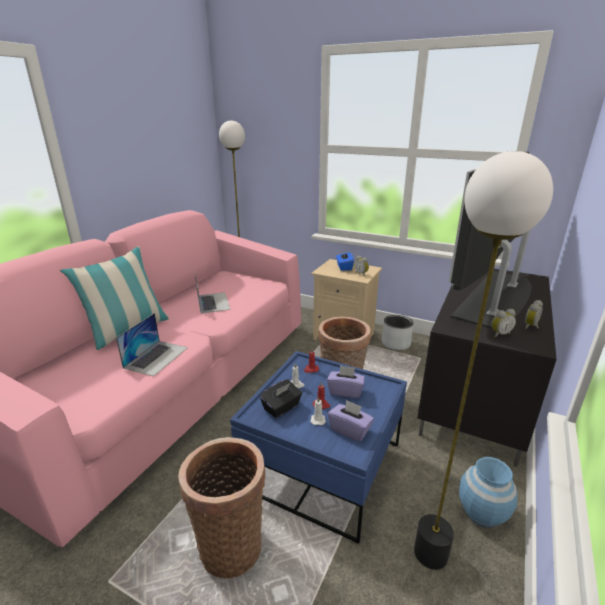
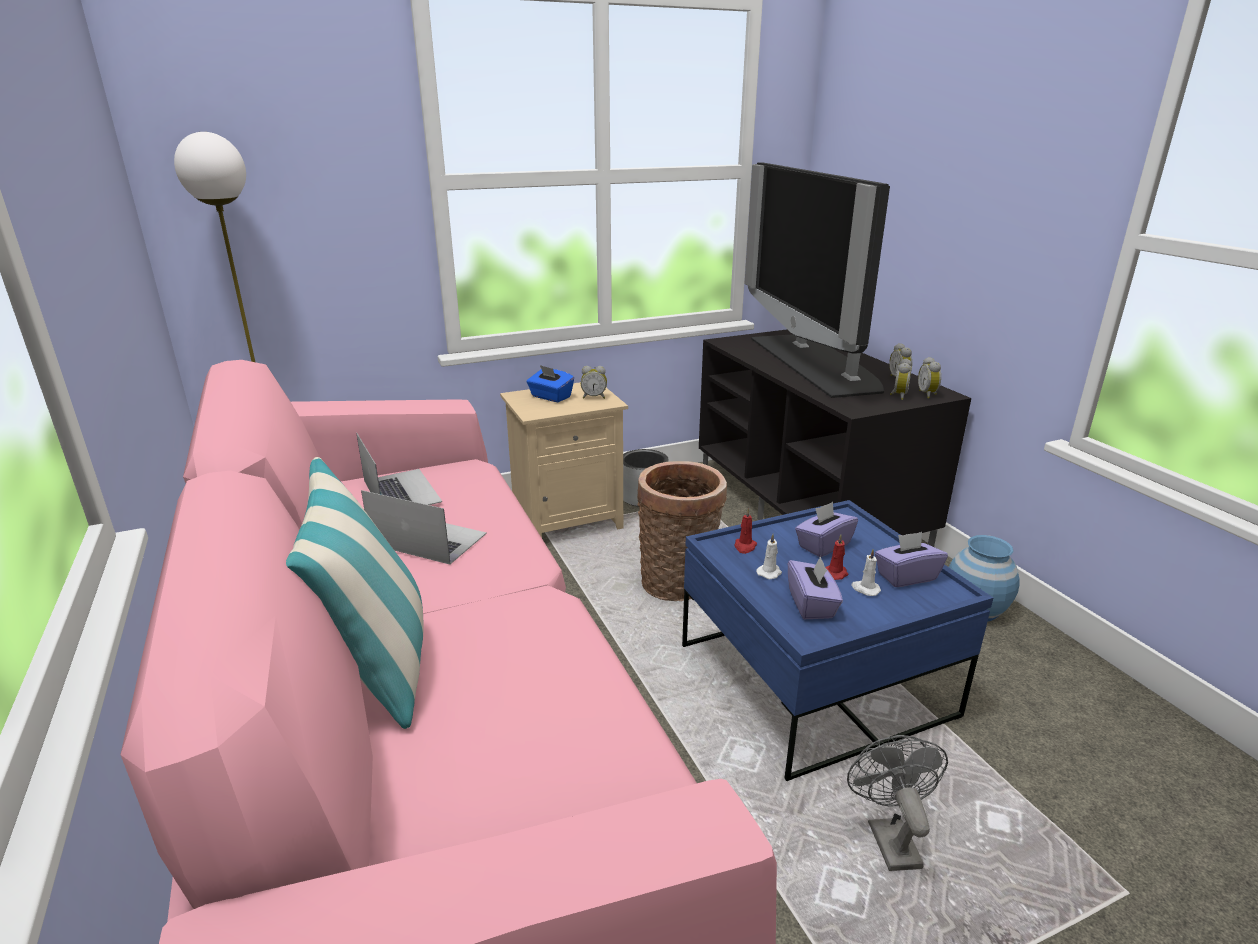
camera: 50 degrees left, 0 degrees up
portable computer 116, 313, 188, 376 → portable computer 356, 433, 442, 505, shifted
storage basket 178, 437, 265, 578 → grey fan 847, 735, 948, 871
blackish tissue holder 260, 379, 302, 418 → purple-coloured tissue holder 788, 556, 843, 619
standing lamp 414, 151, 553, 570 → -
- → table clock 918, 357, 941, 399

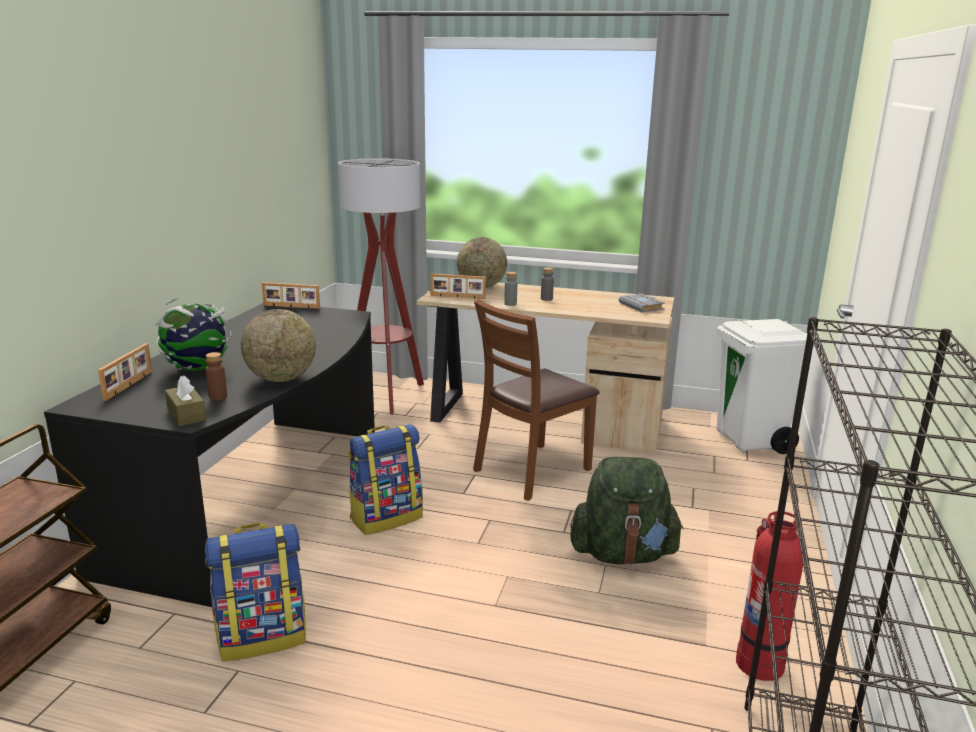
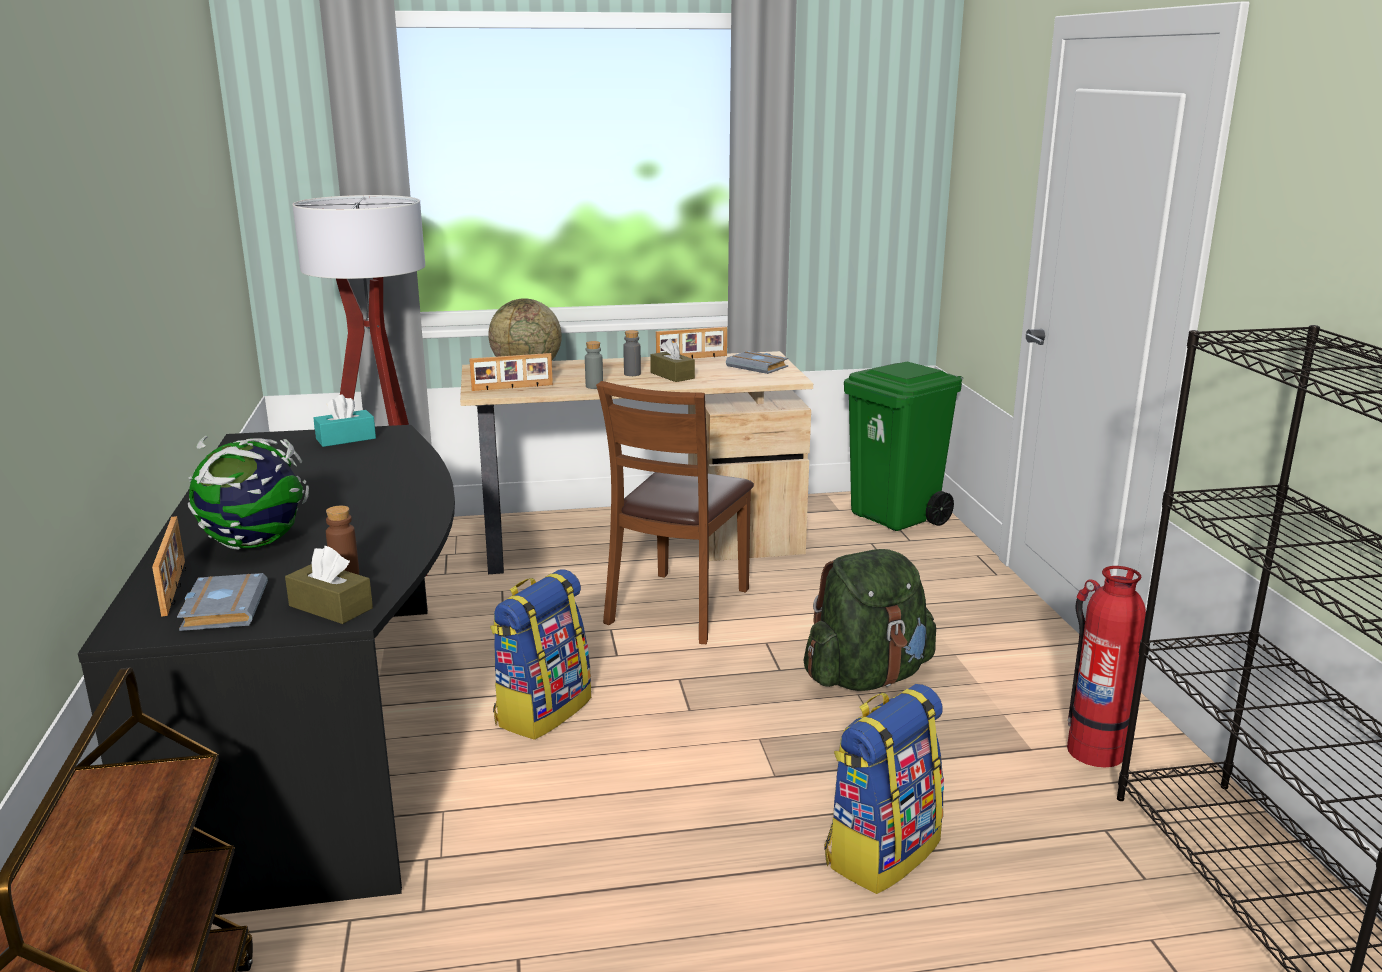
camera: 25 degrees left, 0 degrees up
backpack 205, 523, 306, 662 → backpack 824, 684, 944, 894, shifted
globe 241, 309, 316, 382 → -
picture frame 262, 282, 320, 309 → picture frame 656, 327, 727, 359, shifted
whitish waste bin 717, 319, 816, 454 → green waste bin 844, 362, 963, 531
- → grey bound book 177, 573, 268, 631
- → blue-green tissue holder 314, 395, 376, 447
- → brown-coloured tissue holder 650, 338, 695, 382

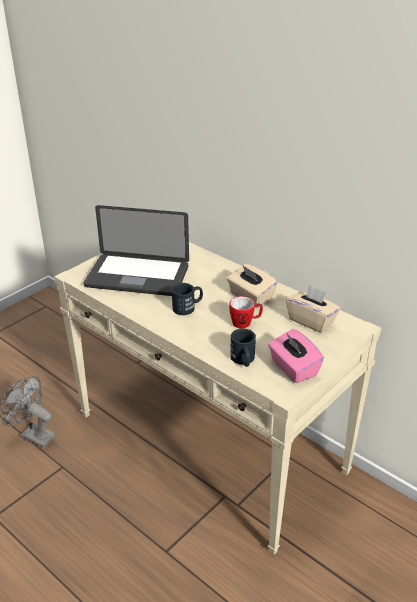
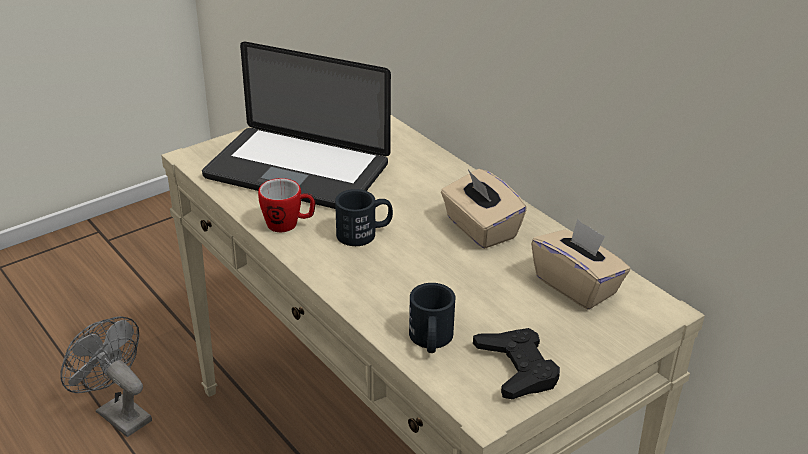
camera: 10 degrees right, 0 degrees up
tea mug 229, 296, 263, 329 → tea mug 258, 178, 315, 232, shifted
pinkish tissue holder 268, 329, 324, 383 → blackish gamepad 473, 328, 560, 399

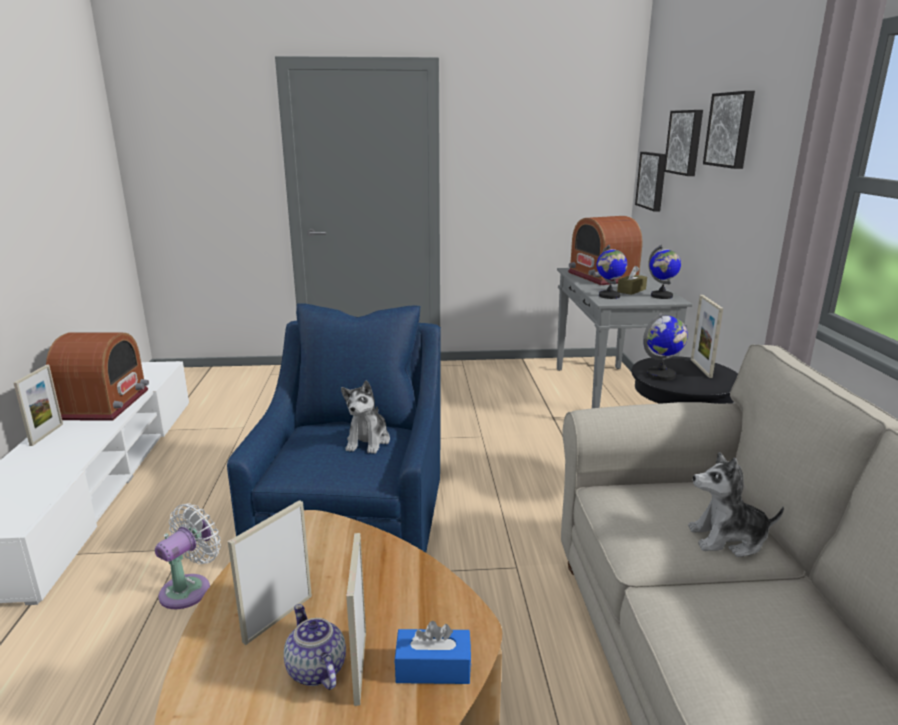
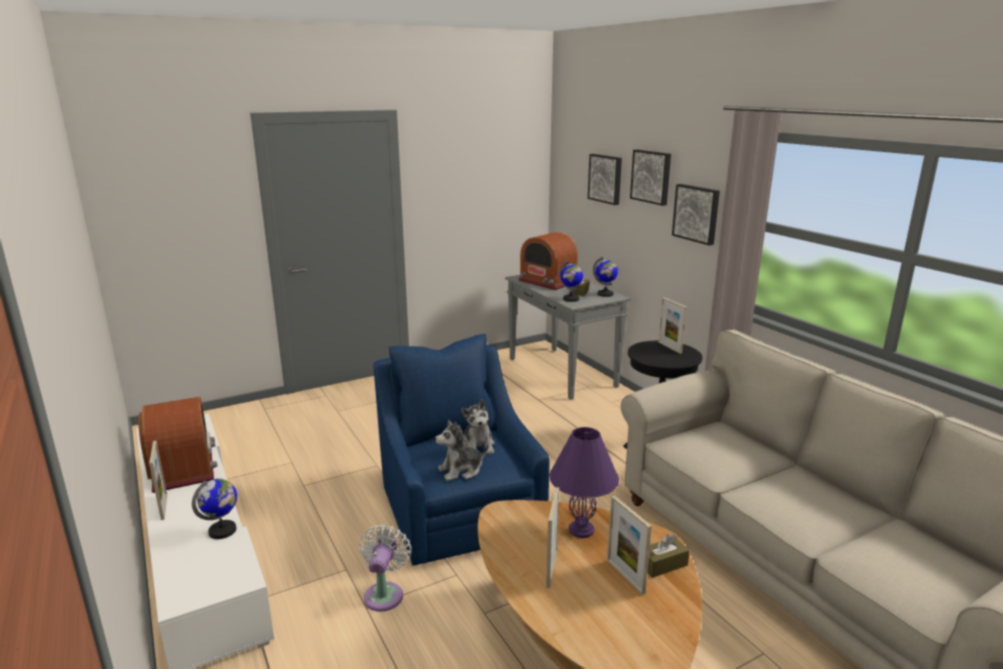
camera: 25 degrees left, 0 degrees up
teapot 284, 604, 346, 690 → -
bluish tissue holder 394, 621, 471, 684 → brown-coloured tissue holder 647, 534, 690, 578
wall picture 635, 152, 666, 211 → wall picture 672, 184, 720, 245, shifted
globe 643, 312, 688, 381 → globe 192, 479, 237, 539, shifted
plush toy 688, 452, 784, 557 → plush toy 435, 420, 488, 481, shifted
- → purple-coloured lamp for a table 549, 427, 619, 538

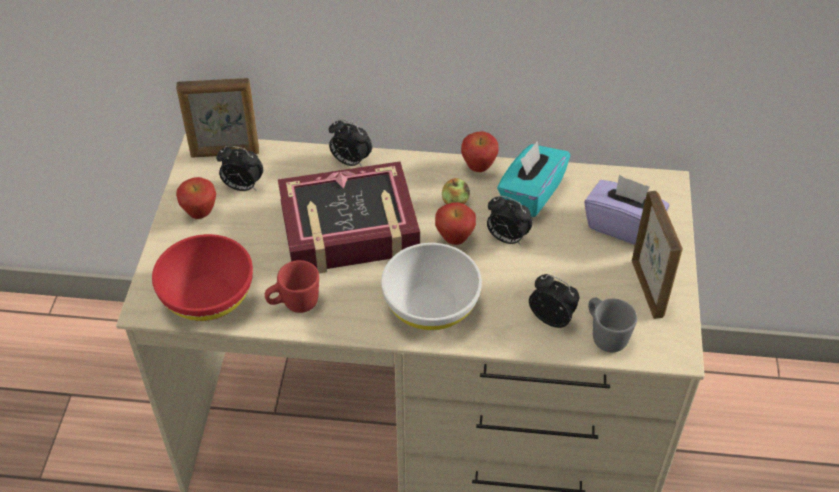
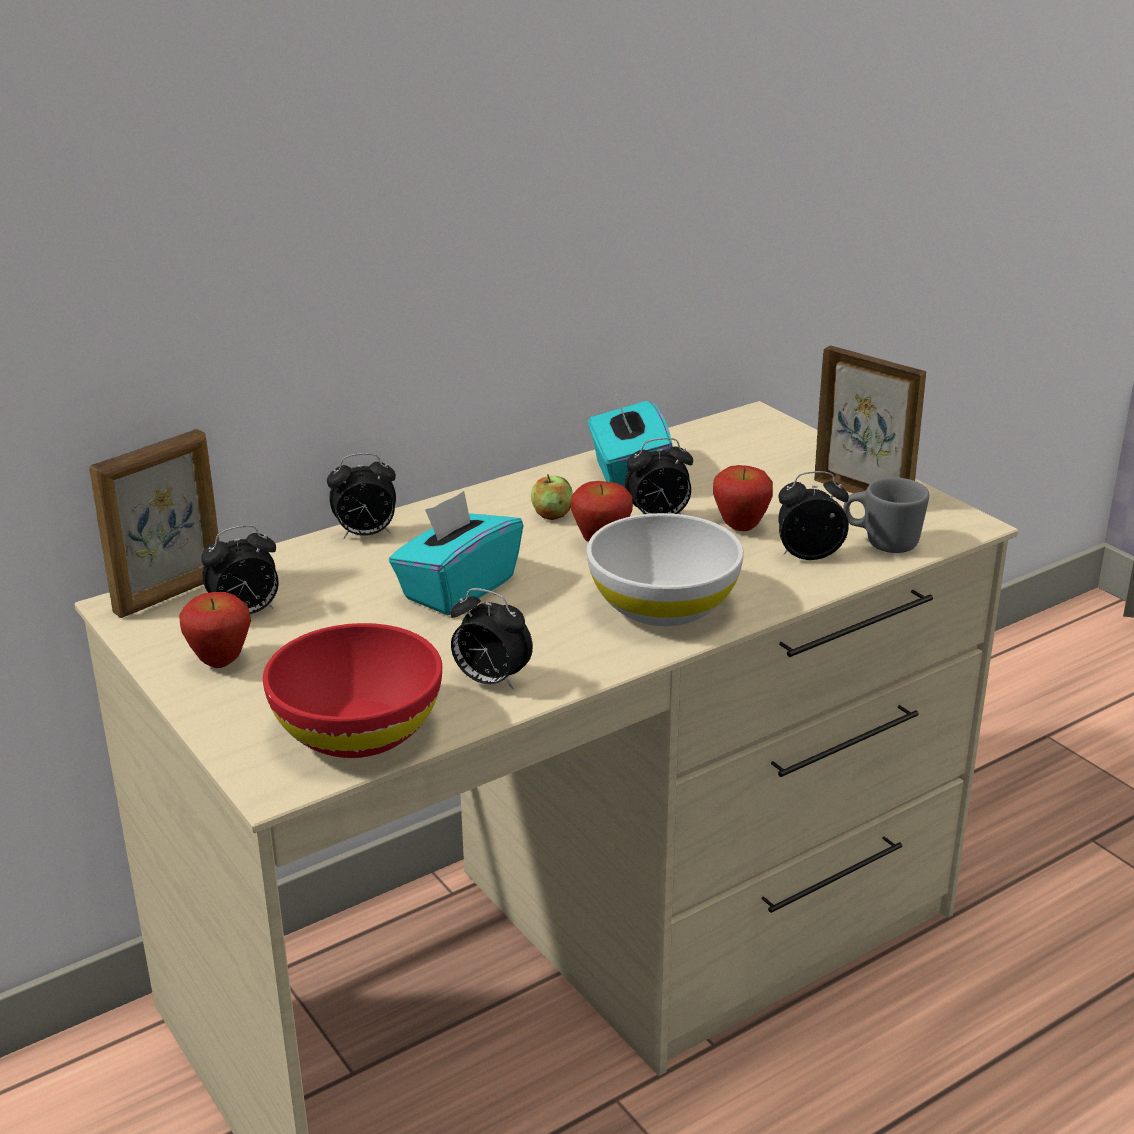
camera: 40 degrees left, 20 degrees down
red tea mug 265, 260, 319, 313 → table clock 450, 588, 533, 690
bound book 278, 161, 420, 274 → blue-green tissue holder 389, 491, 524, 616
apple 461, 131, 499, 172 → apple 713, 465, 773, 531, shifted
purple-coloured tissue holder 584, 175, 669, 245 → -

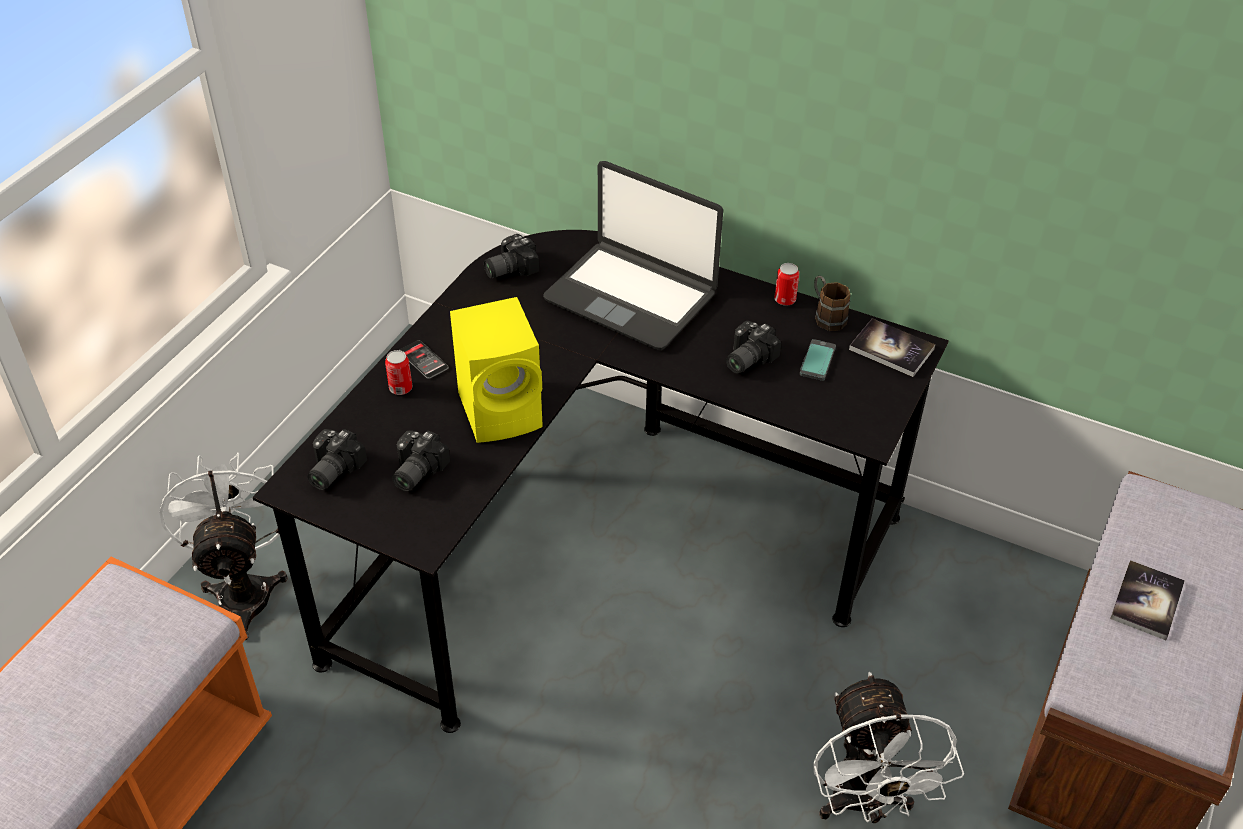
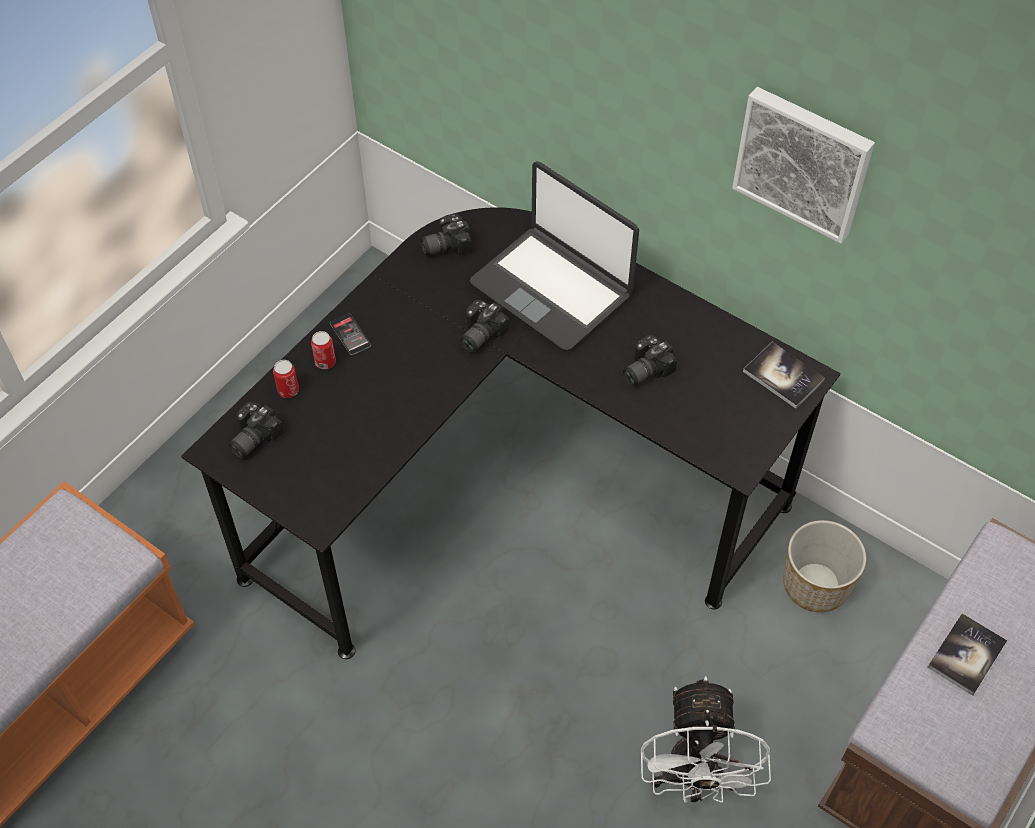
camera: 10 degrees right, 10 degrees up
whitish fan 159, 452, 288, 640 → -
photo camera 392, 431, 450, 492 → photo camera 460, 300, 509, 352, shifted
yellow audio speaker 450, 297, 543, 443 → -
can 774, 263, 799, 306 → can 273, 360, 299, 398, shifted
telephone 800, 339, 836, 381 → -
brown-coloured tea mug 814, 275, 850, 331 → -
- → wall picture 732, 87, 875, 243
- → flower pot 783, 520, 866, 612

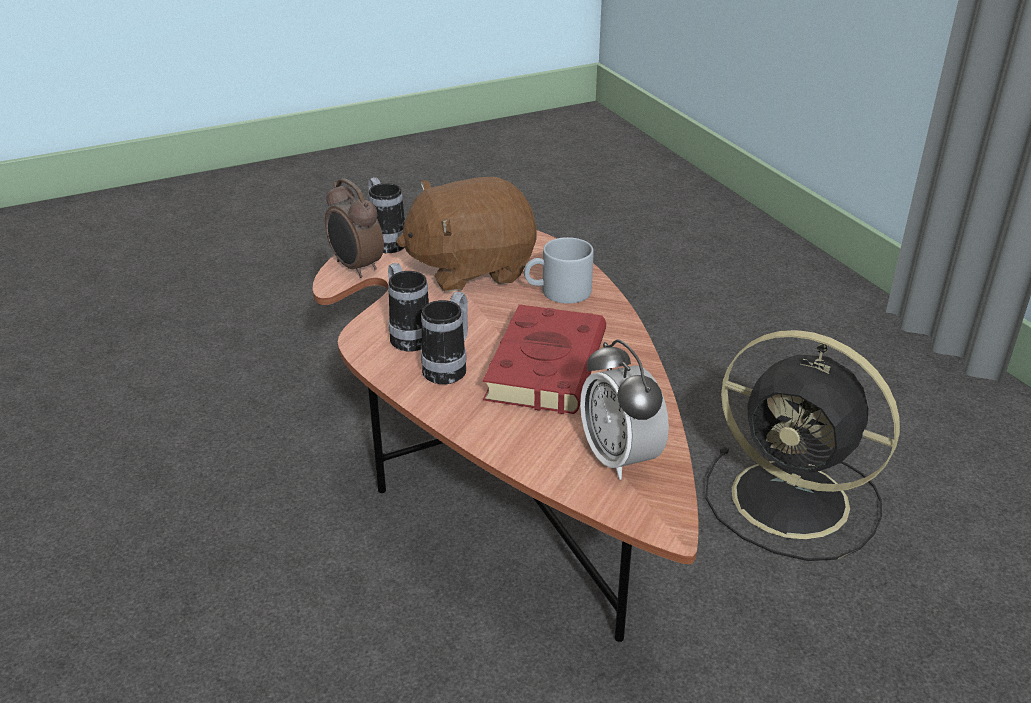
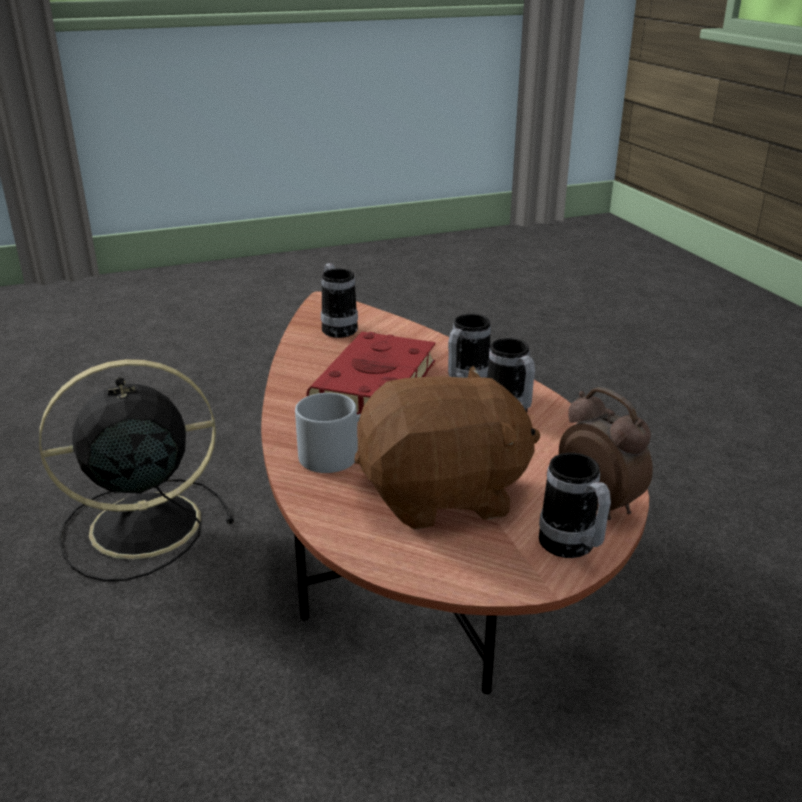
camera: 175 degrees left, 5 degrees down
table clock 580, 339, 669, 480 → tea mug 321, 263, 358, 338
blackish fan 705, 330, 900, 561 → blackish fan 39, 359, 234, 581, 60 degrees counterclockwise

